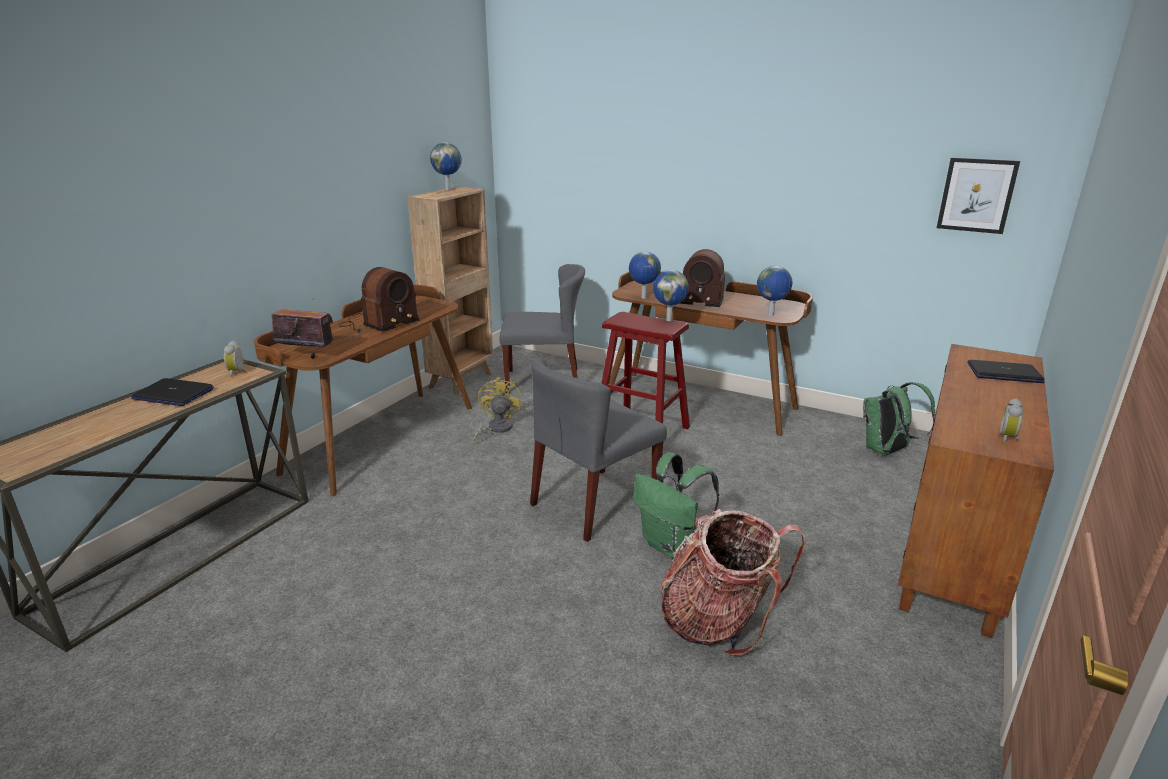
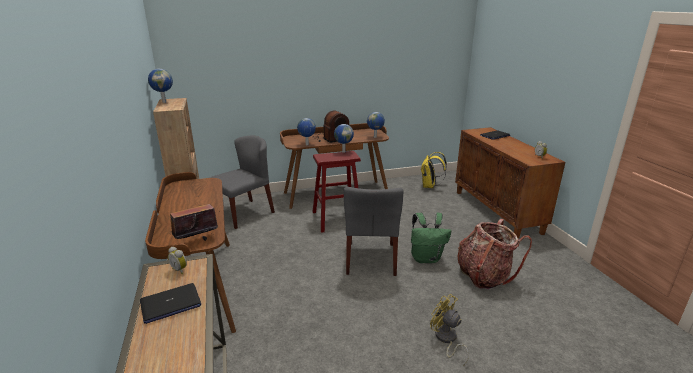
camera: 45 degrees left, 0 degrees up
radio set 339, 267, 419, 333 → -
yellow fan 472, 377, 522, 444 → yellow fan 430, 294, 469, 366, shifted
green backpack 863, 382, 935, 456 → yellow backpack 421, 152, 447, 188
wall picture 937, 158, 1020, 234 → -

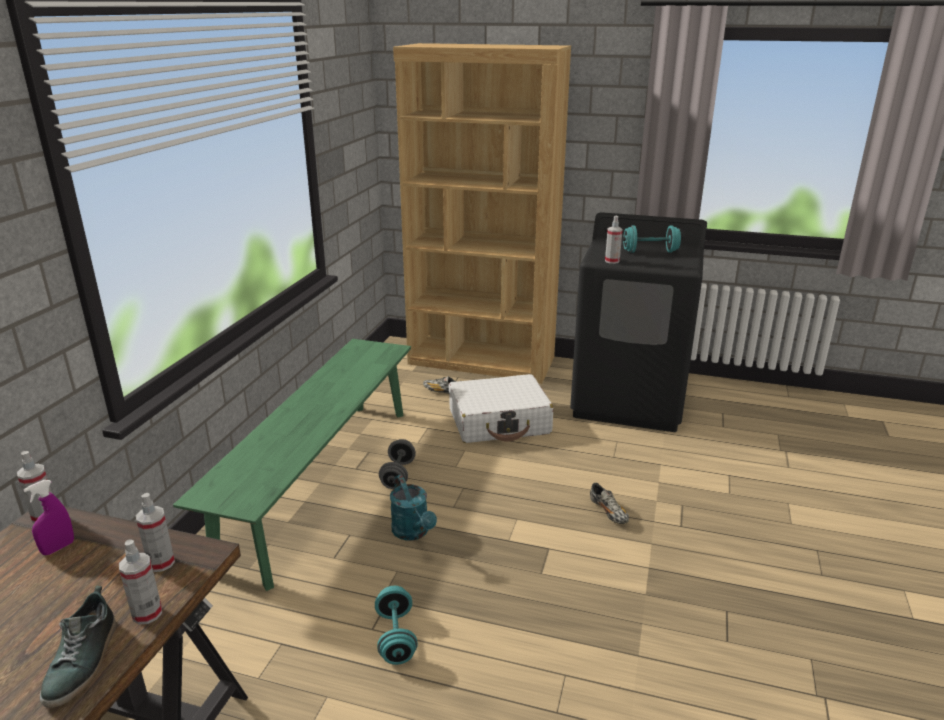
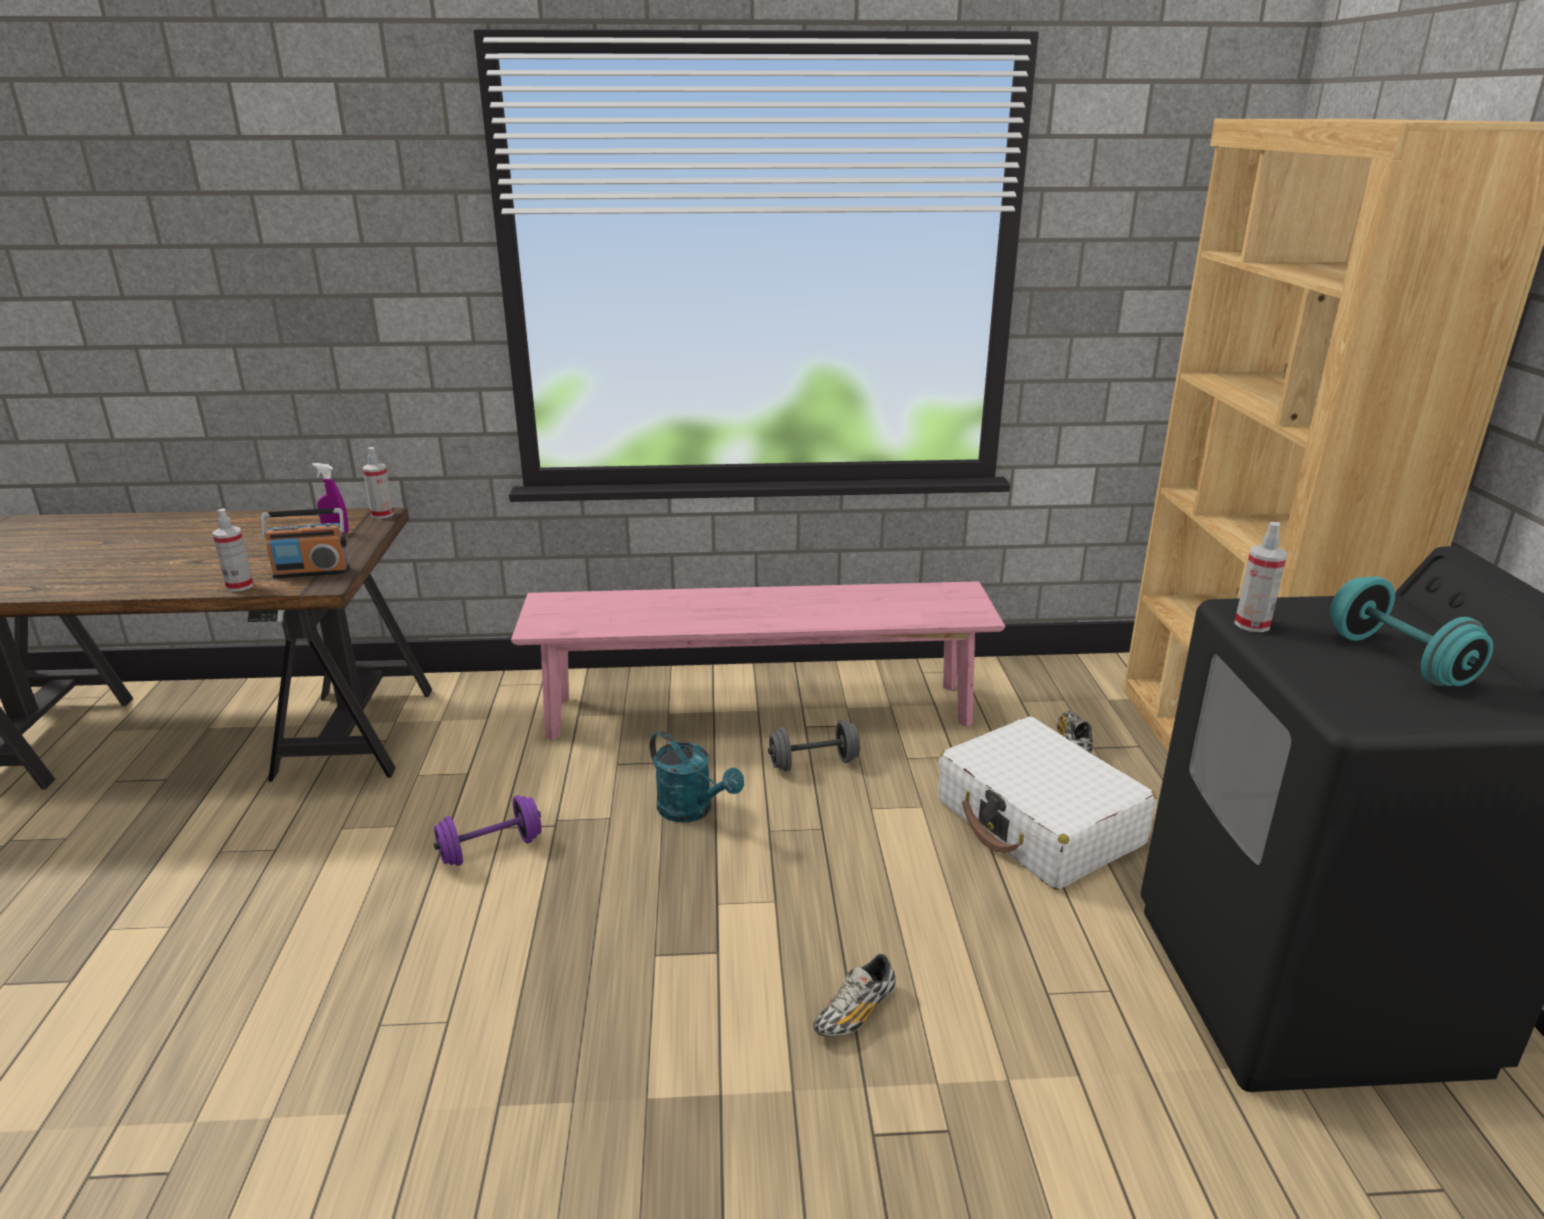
camera: 70 degrees right, 0 degrees up
item of footwear 40, 586, 116, 708 → -
sprayer 136, 493, 175, 572 → radio set 261, 508, 350, 578
green indoor bench 173, 339, 411, 591 → pinkish indoor bench 511, 581, 1005, 740
blue-green hand weight 375, 586, 418, 665 → purple-coloured hand weight 434, 795, 542, 866
blue-green watering can 390, 475, 437, 541 → blue-green watering can 649, 731, 744, 822, 90 degrees counterclockwise

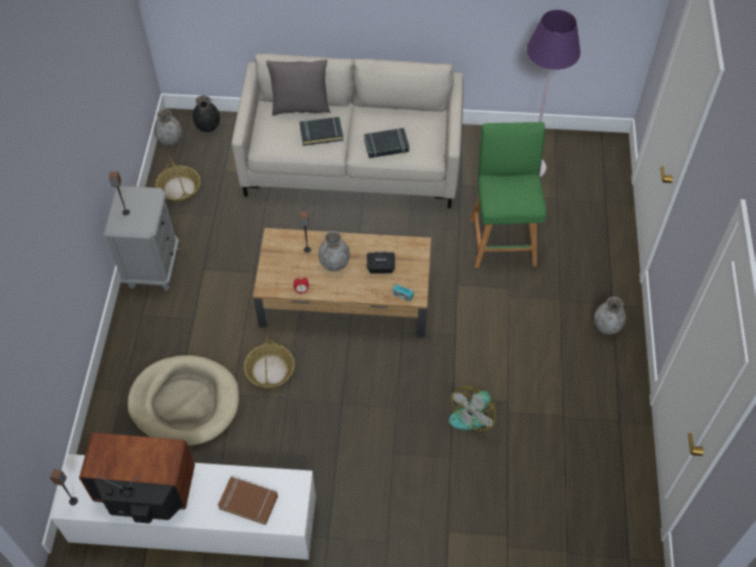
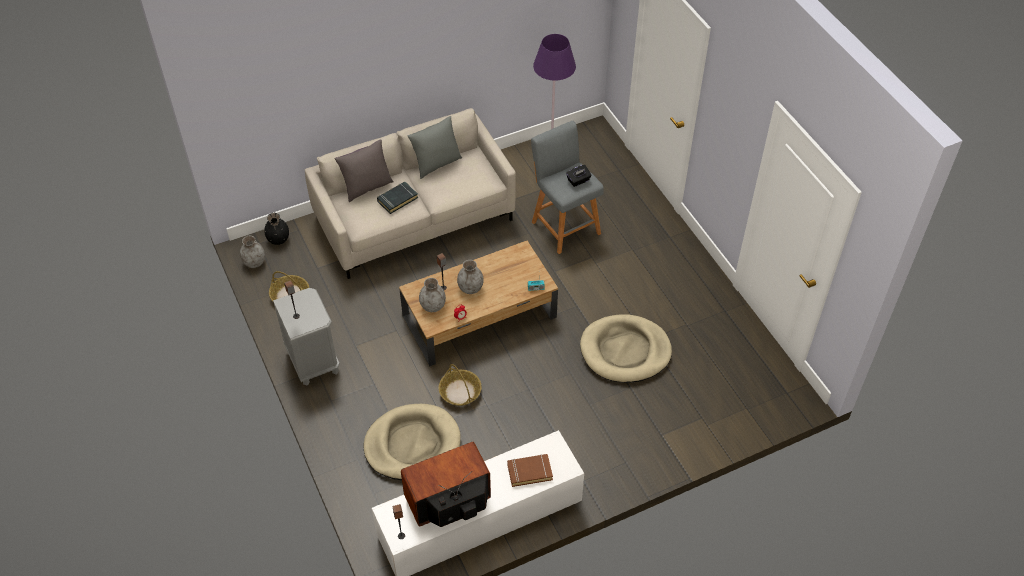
camera: 30 degrees left, 5 degrees down
blackish bound book 364, 128, 409, 158 → -
blackish tissue holder 367, 252, 395, 274 → blackish tissue holder 566, 165, 592, 187, shifted
fan 449, 386, 496, 431 → beige dog bed 580, 314, 672, 382
green stool 470, 122, 546, 268 → grey stool 531, 121, 604, 254
grey decorative vase 594, 297, 626, 335 → grey decorative vase 419, 278, 446, 312, shifted
- → grey pillow 408, 116, 462, 179

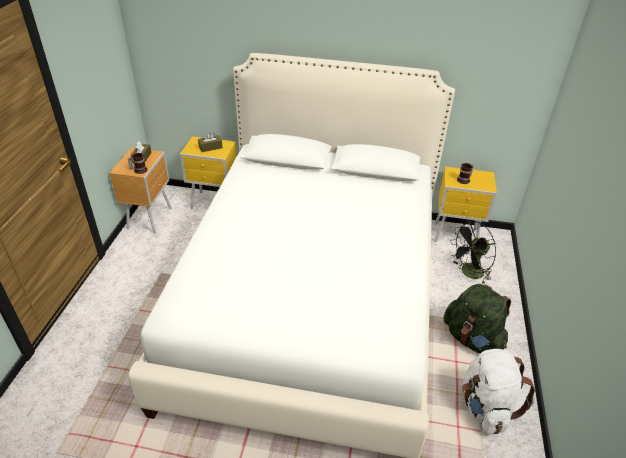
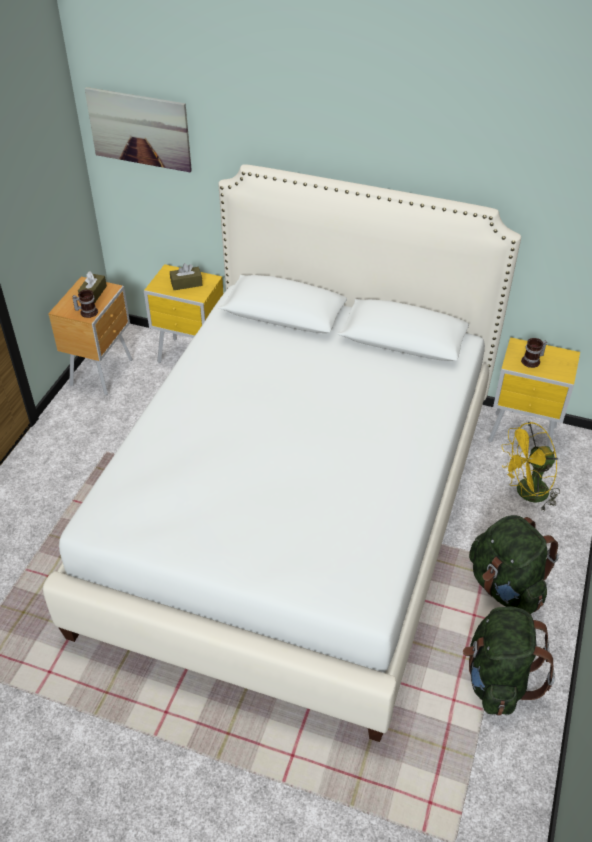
camera: 10 degrees right, 5 degrees up
blackish fan 450, 221, 496, 284 → yellow fan 502, 422, 560, 510
whitish backpack 462, 349, 535, 434 → green backpack 463, 606, 555, 716
- → wall picture 85, 87, 192, 172

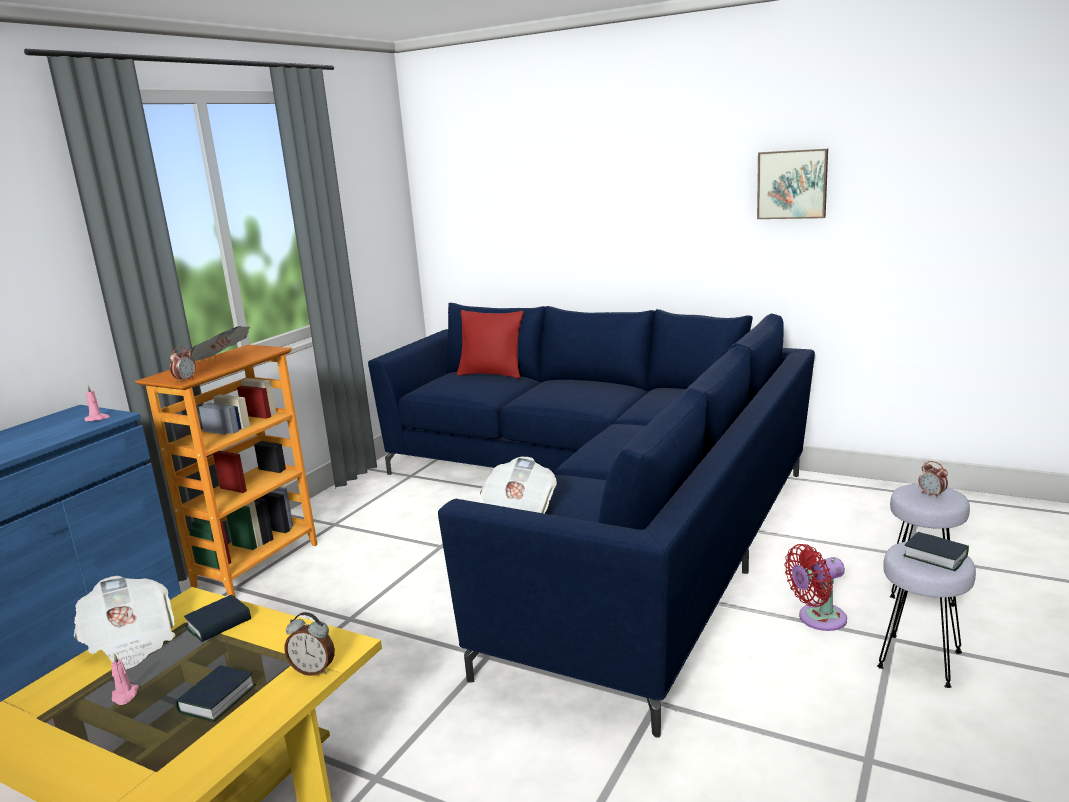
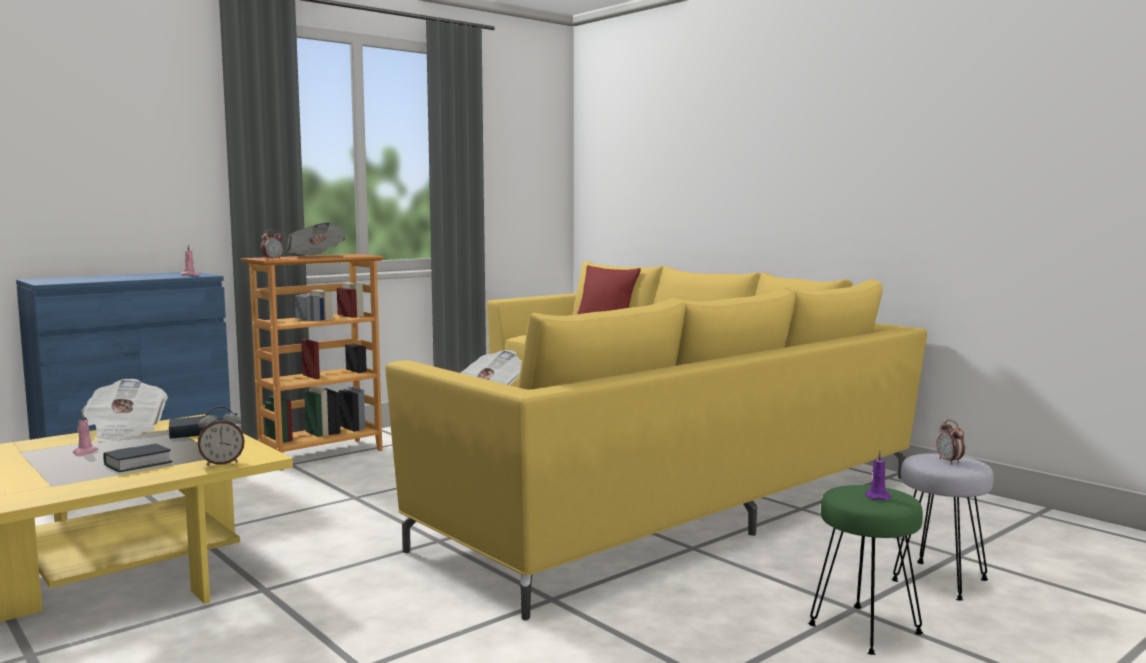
camera: 20 degrees right, 10 degrees down
table clock 284, 612, 335, 676 → table clock 198, 406, 245, 466, 60 degrees counterclockwise
bluish settee 368, 303, 815, 738 → yellow settee 386, 261, 927, 620
wall picture 757, 149, 828, 219 → -
red fan 784, 544, 847, 631 → -
grey stool 877, 541, 976, 688 → green stool 808, 485, 923, 655
bound book 903, 532, 969, 571 → purple-coloured wax candle 865, 451, 892, 500

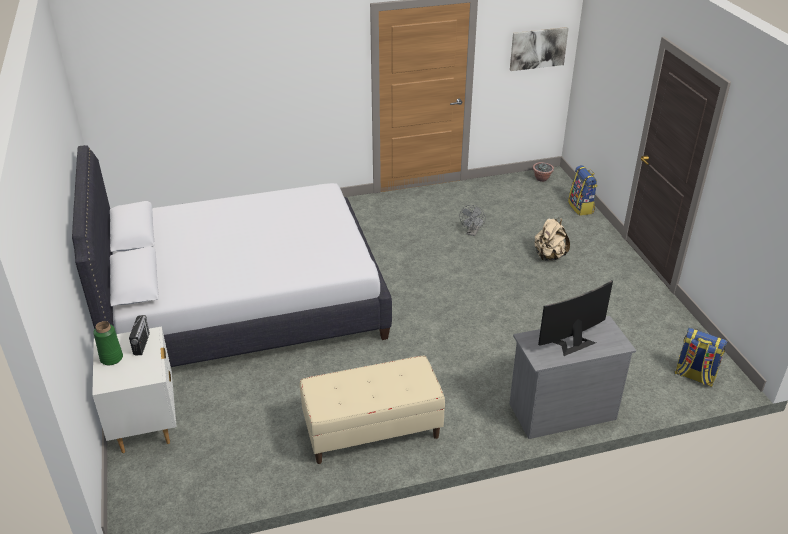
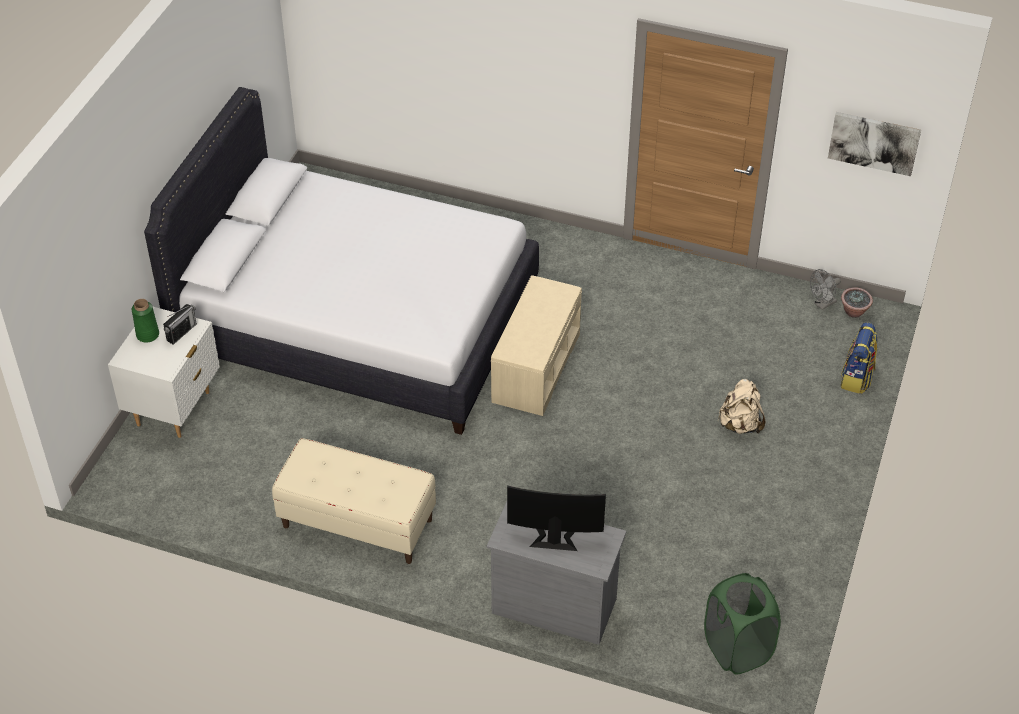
camera: 35 degrees right, 10 degrees up
grey fan 460, 205, 485, 236 → grey fan 810, 269, 841, 310, shifted
backpack 675, 328, 728, 387 → green laundry basket 704, 573, 781, 675
- → beige indoor bench 491, 275, 582, 416

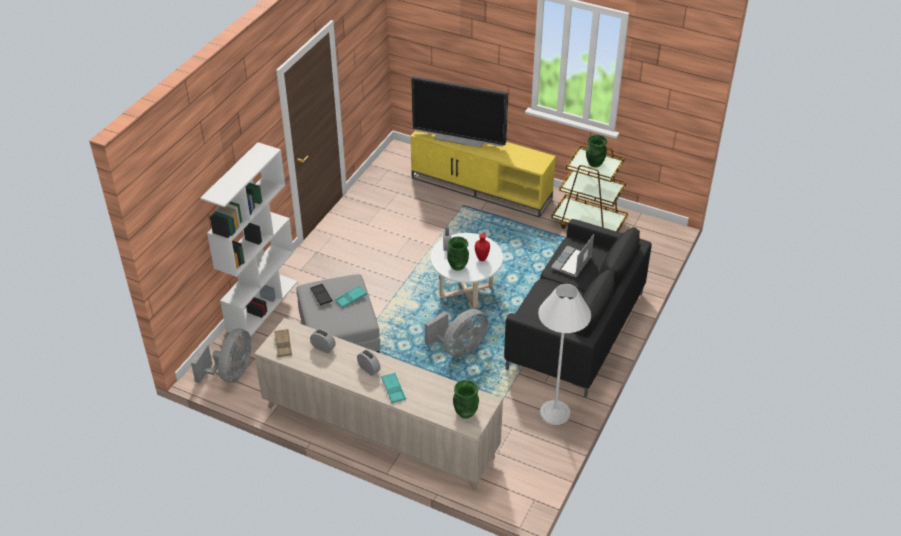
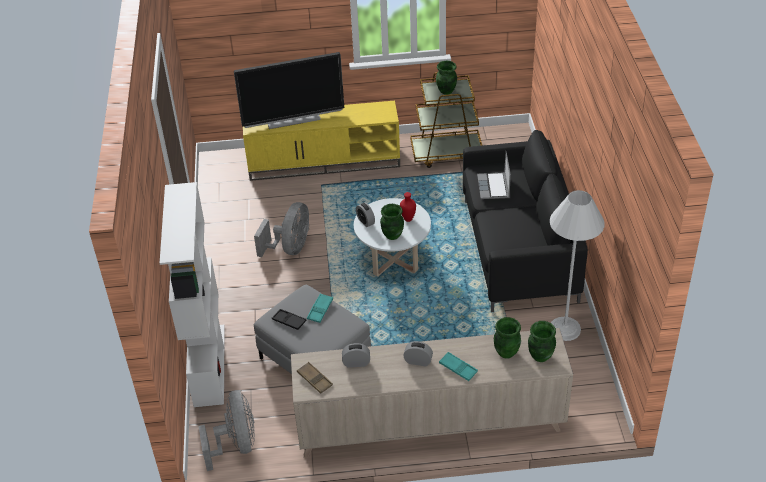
camera: 30 degrees left, 0 degrees up
grey fan 425, 309, 488, 358 → grey fan 254, 202, 309, 257, shifted
- → green decorative vase 494, 317, 521, 359

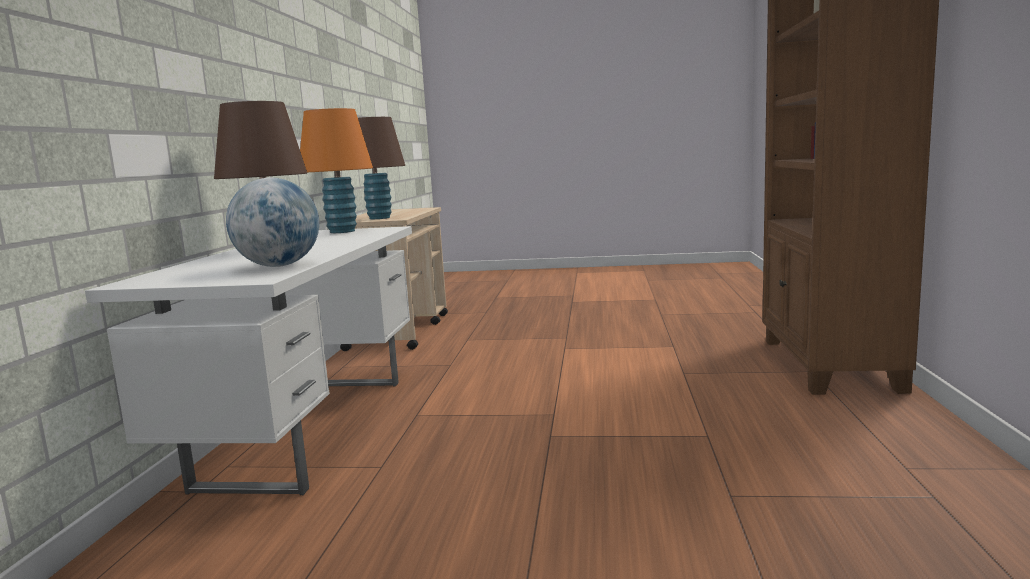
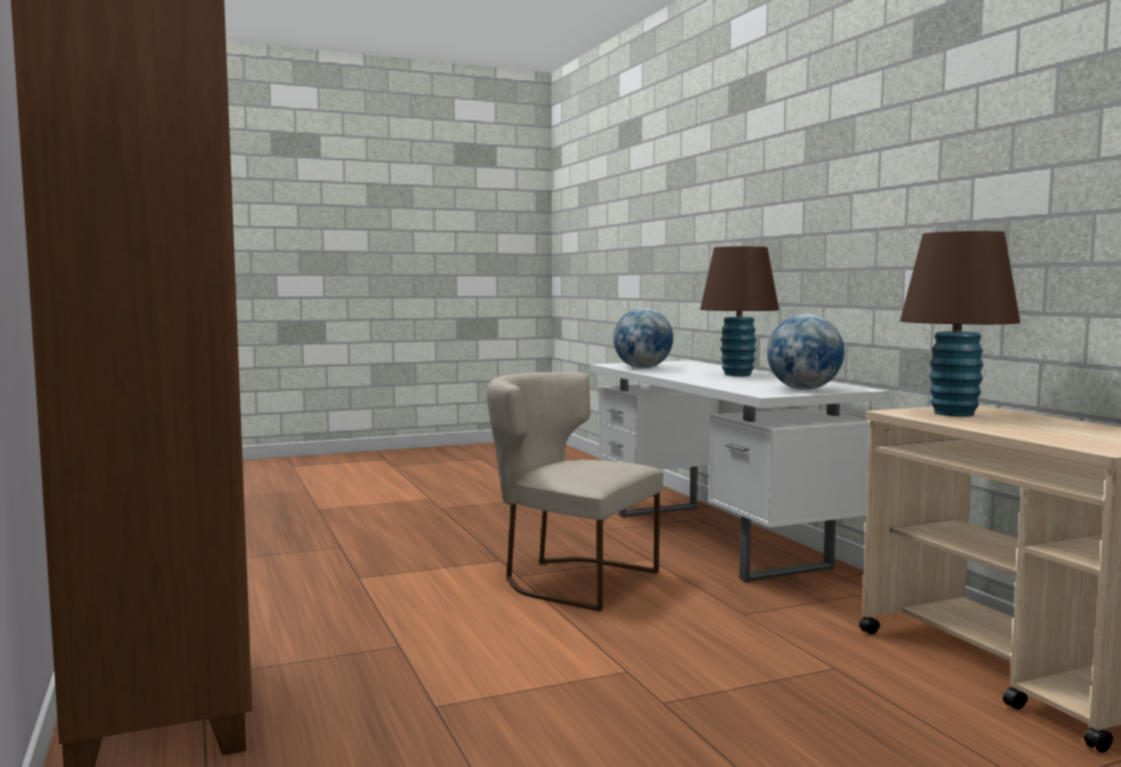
camera: 150 degrees right, 5 degrees down
orange-coloured lamp for a table 300, 108, 373, 233 → globe 767, 314, 844, 390
- → beige chair 487, 372, 663, 611

